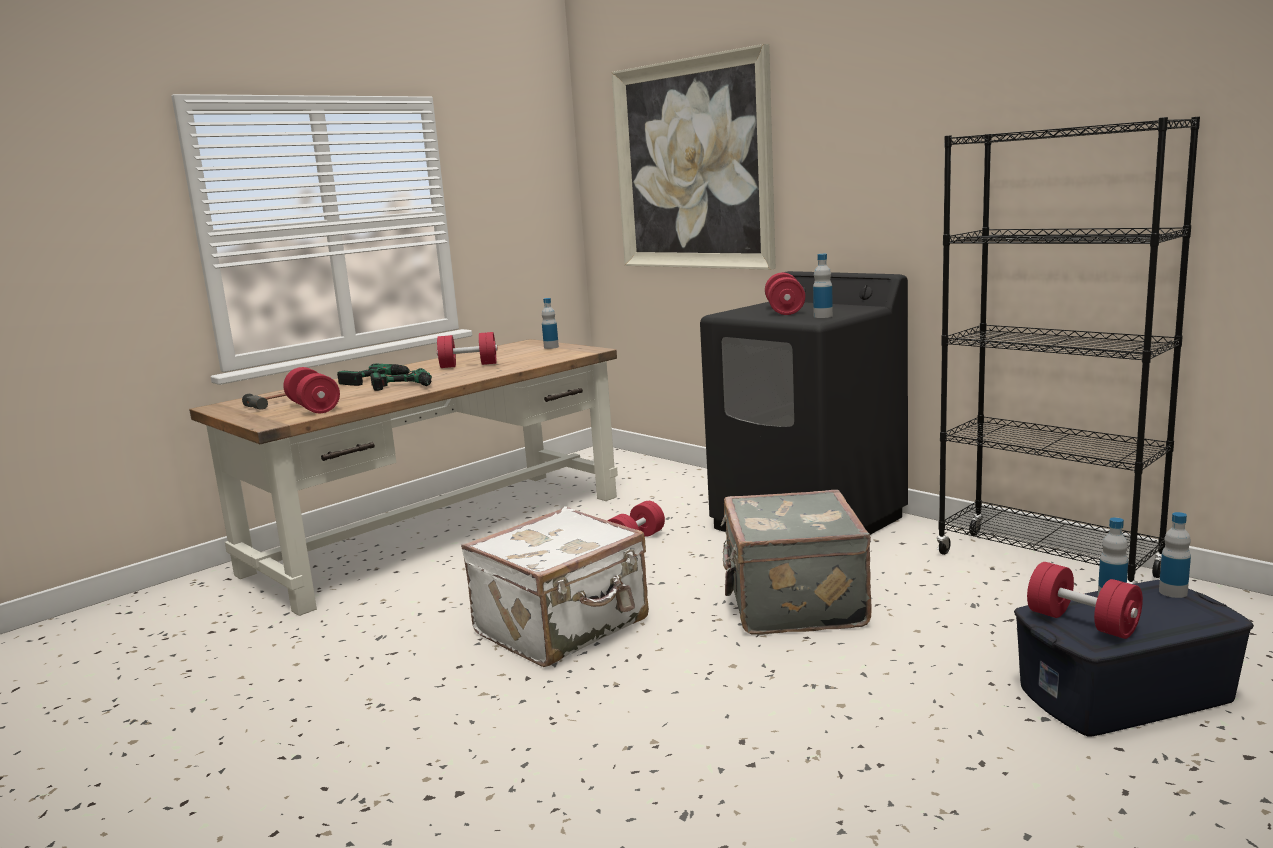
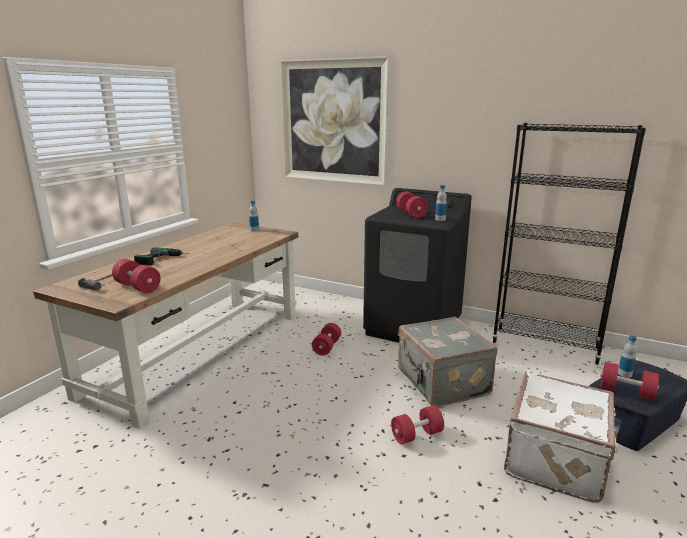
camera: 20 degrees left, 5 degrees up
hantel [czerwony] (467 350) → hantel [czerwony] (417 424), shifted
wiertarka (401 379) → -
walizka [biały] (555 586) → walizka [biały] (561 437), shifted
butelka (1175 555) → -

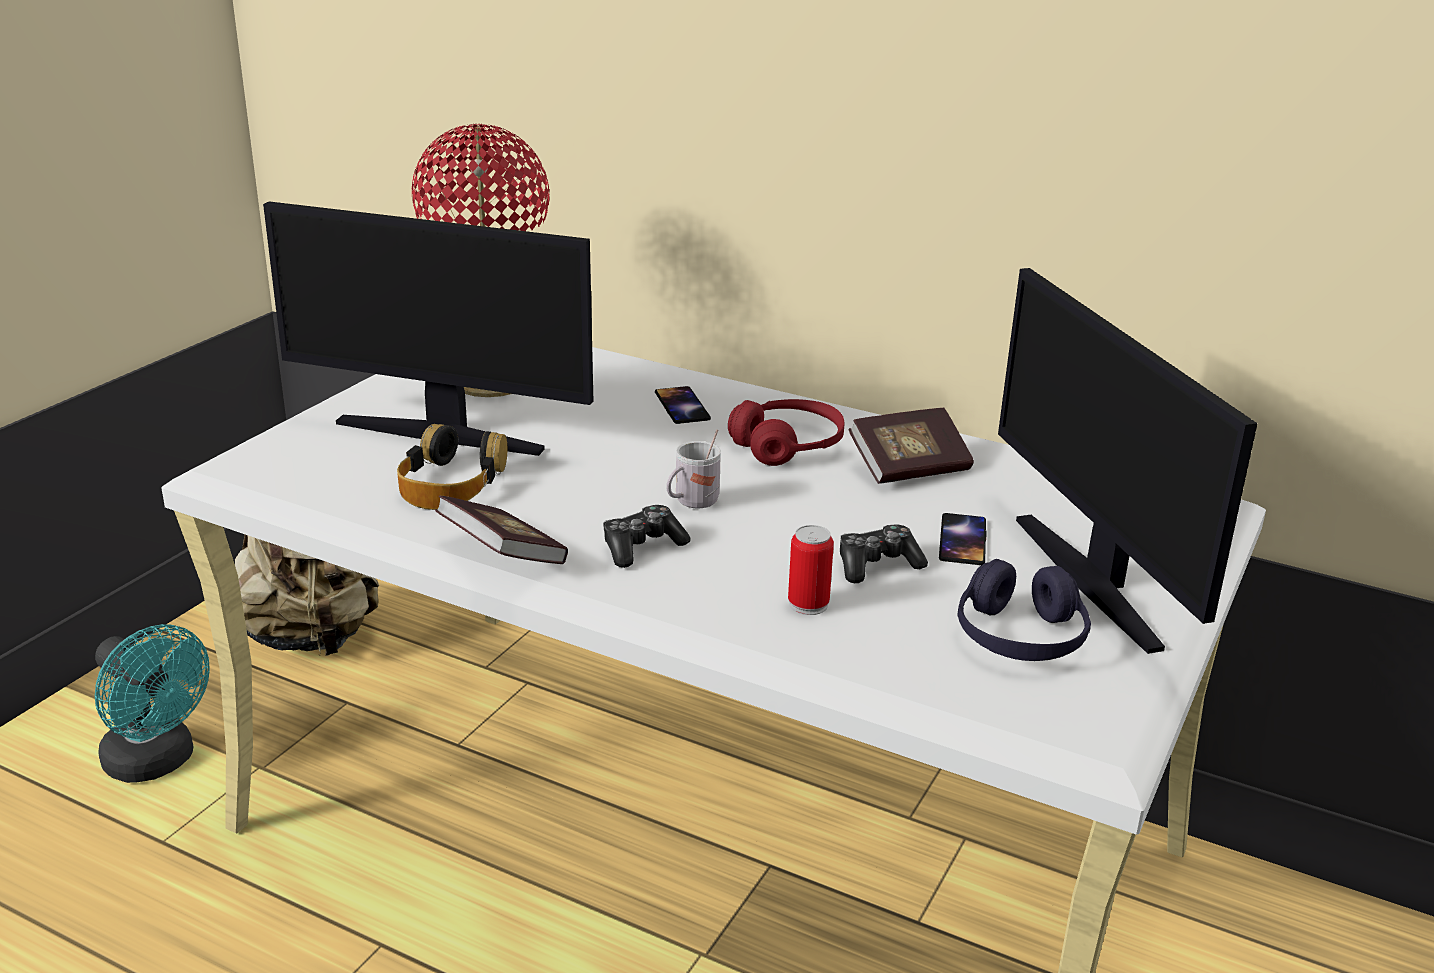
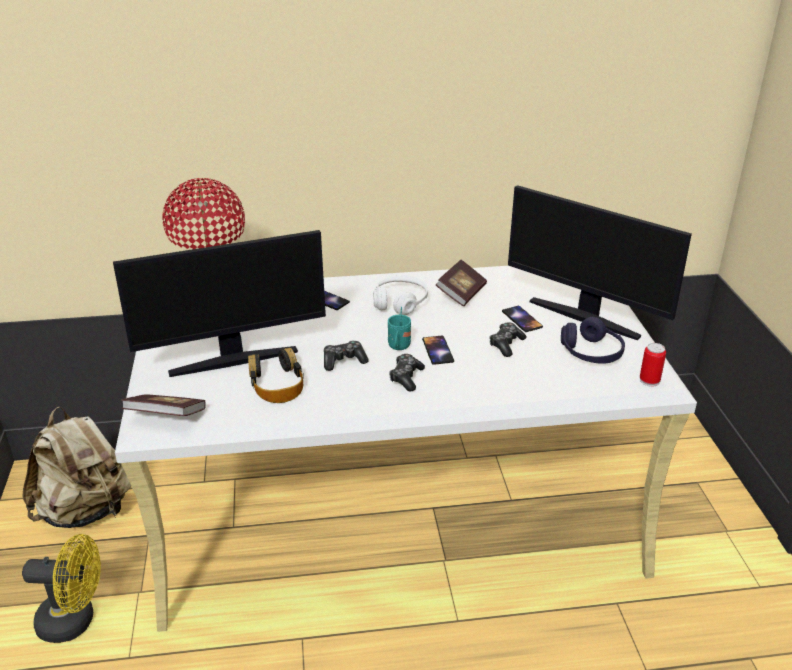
camera: 35 degrees left, 5 degrees up
słuchawki [czerwony] (786 432) → słuchawki [biały] (400 295)
kubek [biały] (693 468) → kubek [turkusowy] (399 328)
książka (501 530) → książka (163 405), shifted
puszka (811 570) → puszka (653 365), shifted
wentylator [turkusowy] (152 703) → wentylator [żółty] (61 588)
- → telefon (438 350)
- → pad do gier (346 356)

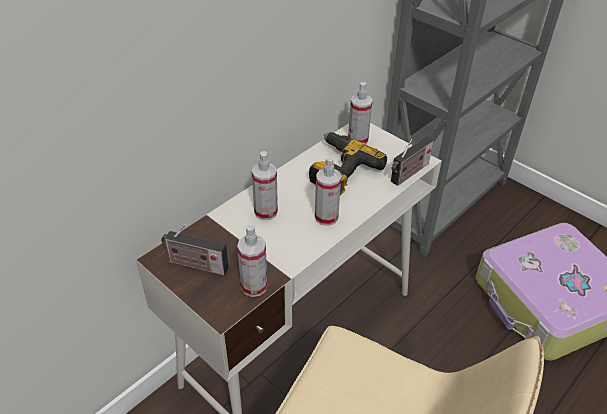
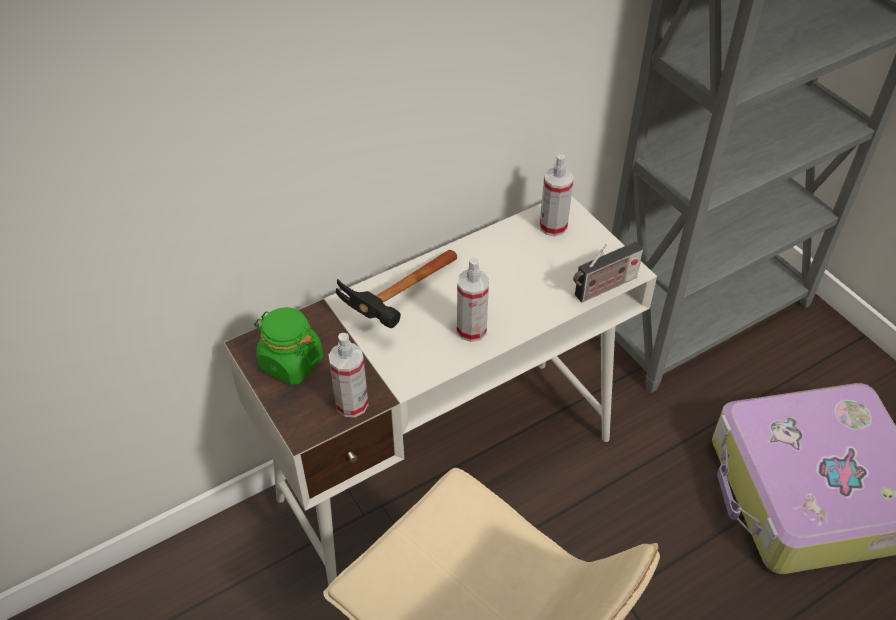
camera: 15 degrees right, 5 degrees up
wiertarka (348 163) → -
spryskiwacz (265 185) → młotek (396 289)
radio (195 250) → słoik [zielony] (288 346)

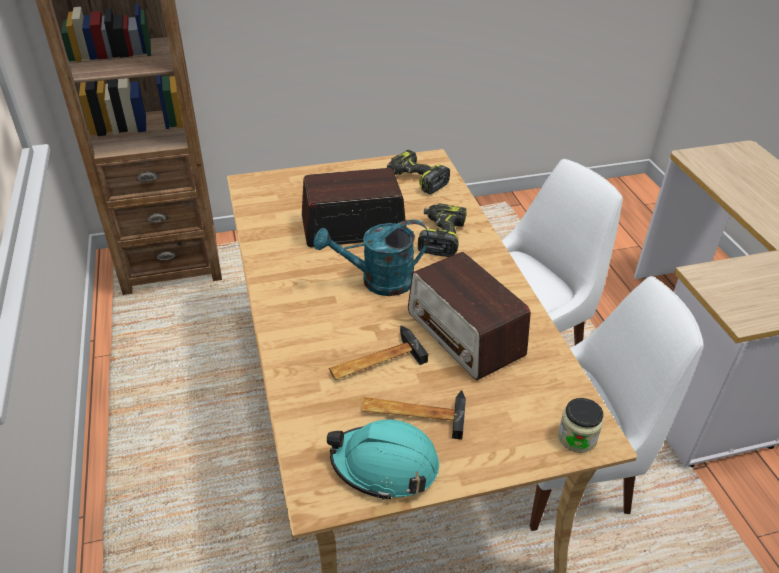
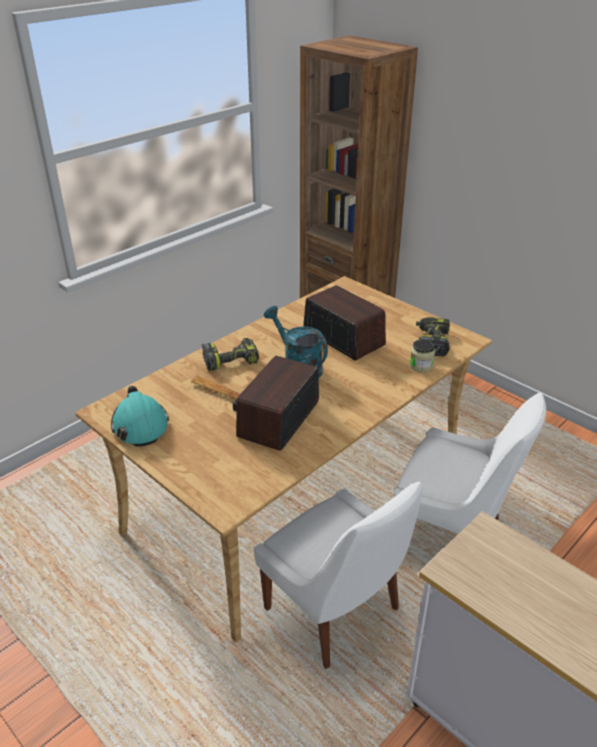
camera: 60 degrees right, 5 degrees down
wiertarka (442 230) → wiertarka (230 354), shifted
młotek (414 415) → -
słoik (580 425) → słoik (422 355), shifted

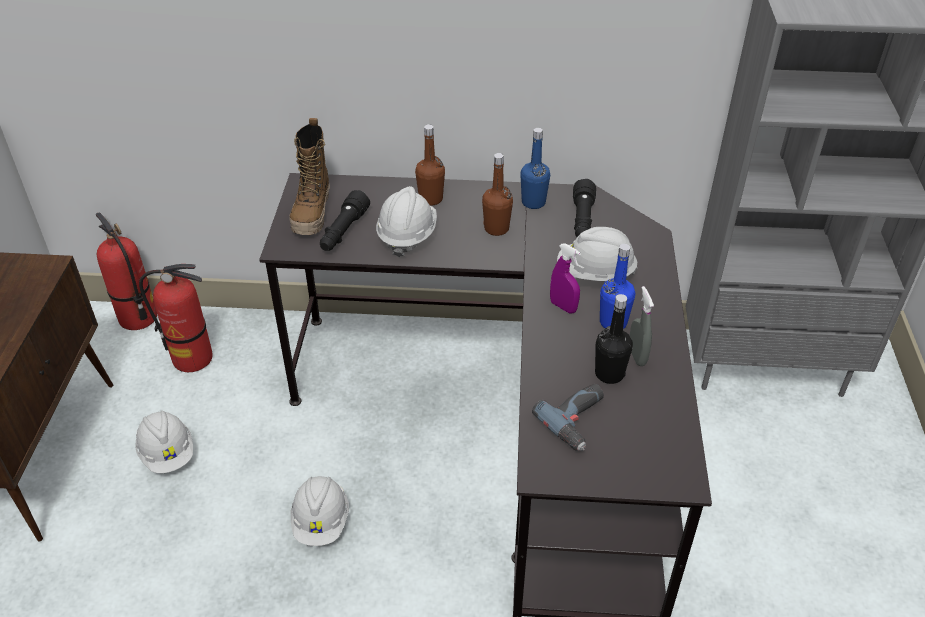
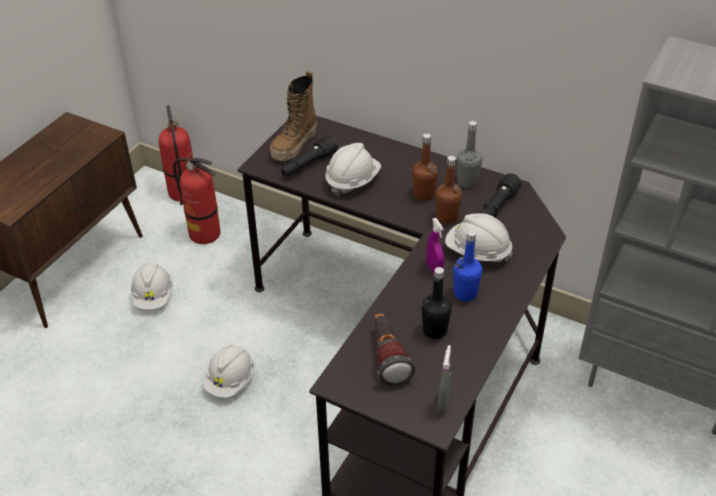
camera: 25 degrees right, 0 degrees up
butelka [brązowy] (430 164) → butelka [brązowy] (449 190), shifted
butelka [niebieski] (535 168) → butelka [szary] (469 154)
spryskiwacz [szary] (642 326) → spryskiwacz [szary] (444 379), shifted
wiertarka (568 417) → latarka (394 349)

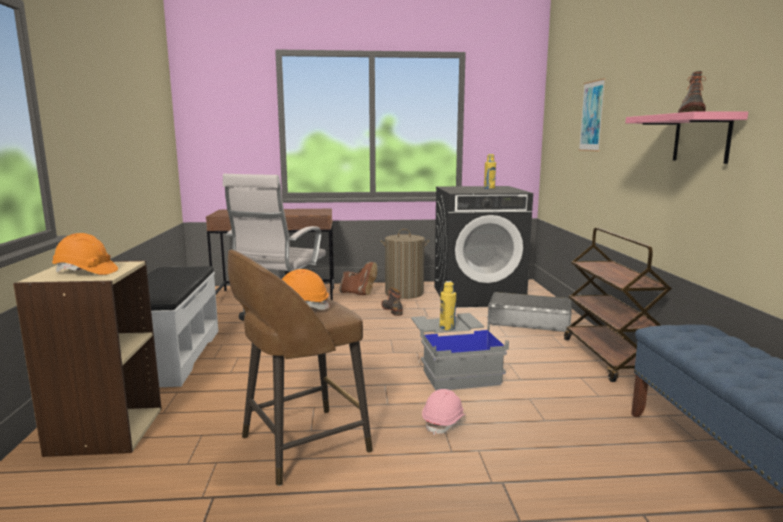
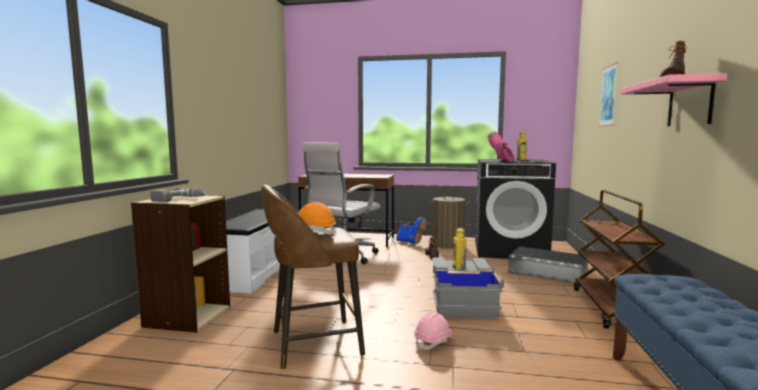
camera: 15 degrees right, 5 degrees down
kask [pomarańczowy] (85 254) → wiertarka (178 194)
but z cholewką [brązowy] (358 278) → but z cholewką [niebieski] (411 230)
- → but z cholewką [różowy] (501 146)

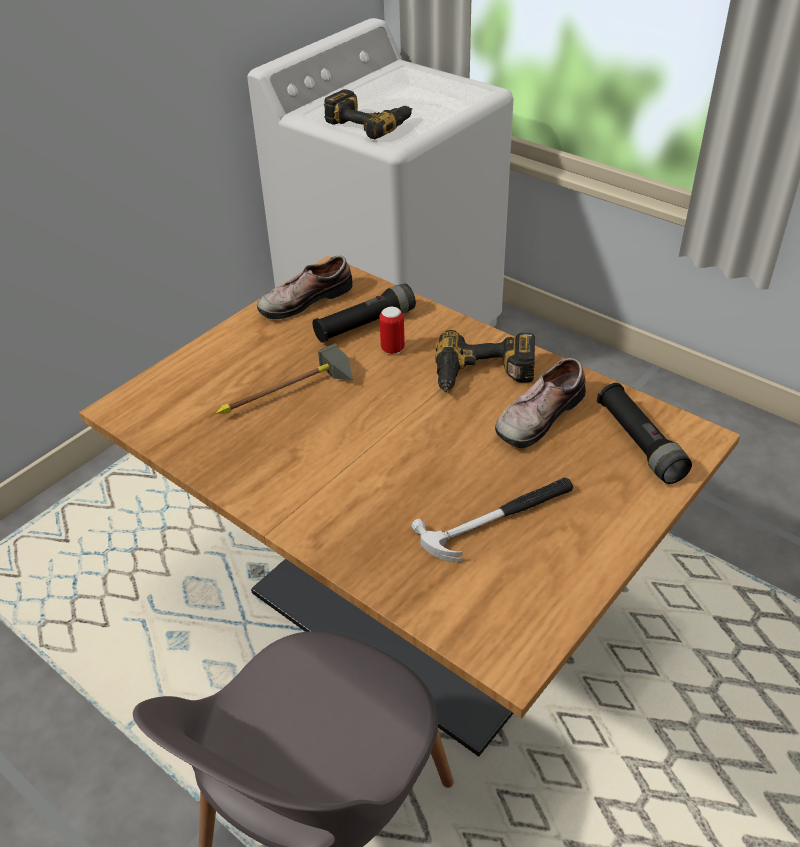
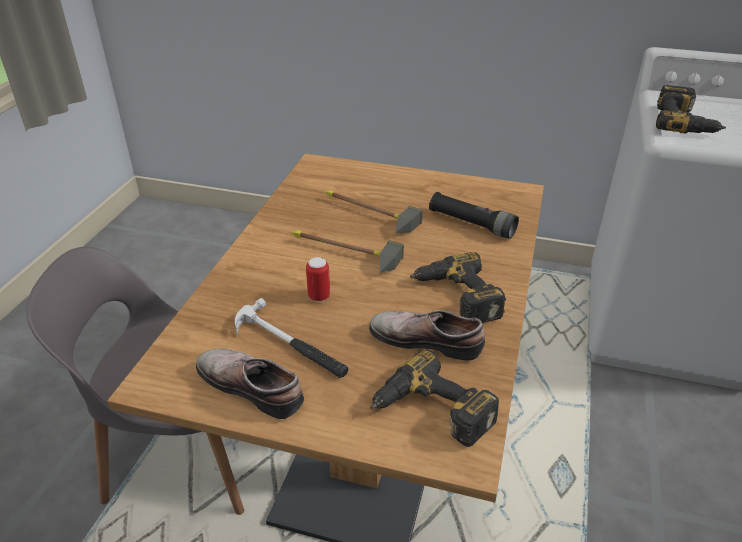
camera: 65 degrees right, 5 degrees down
but (304 287) → but (250 384), shifted
puszka (392 330) → puszka (318 279), shifted
latarka [czarny] (644 433) → wiertarka (434 398)
- → młotek (347 251)

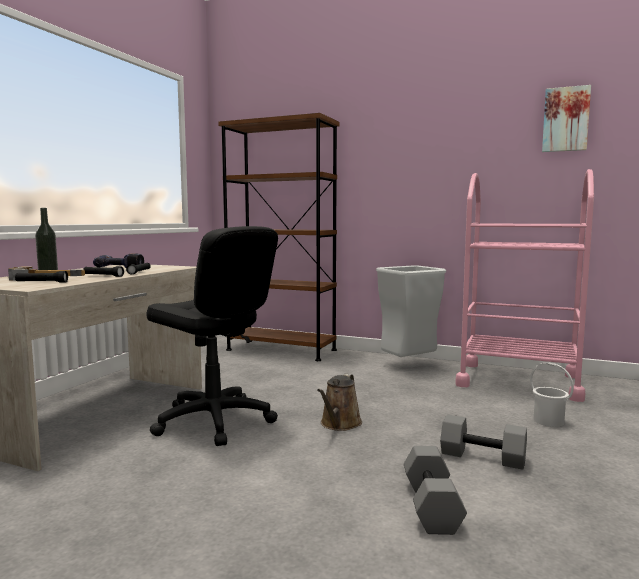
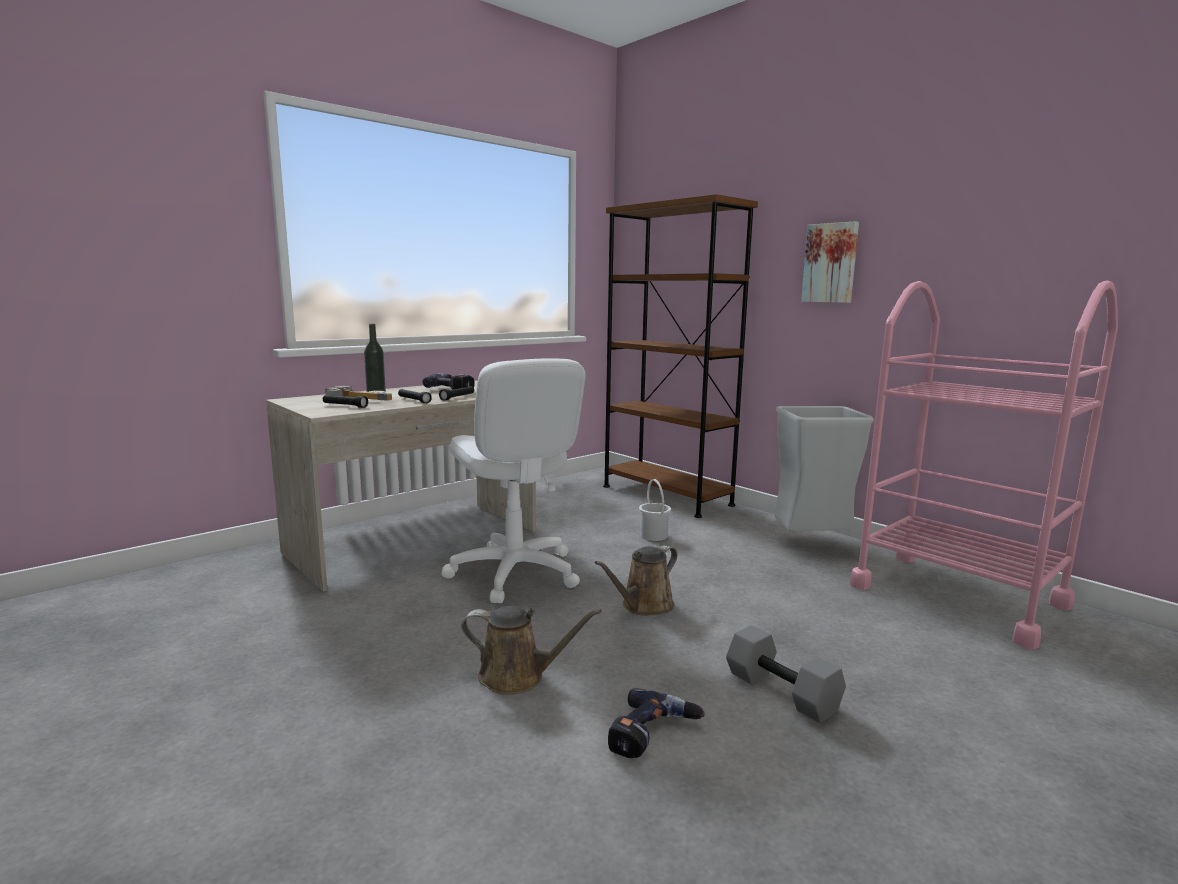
camera: 25 degrees right, 5 degrees up
obraz (566 118) → obraz (830 262), shifted
krzesło biurowe [czarny] (212 336) → krzesło biurowe [biały] (514 481)
wiadro [biały] (552 395) → wiadro [biały] (655 510), shifted
hantel [szary] (435 490) → wiertarka (656 723)
- → konewka [brązowy] (531 650)

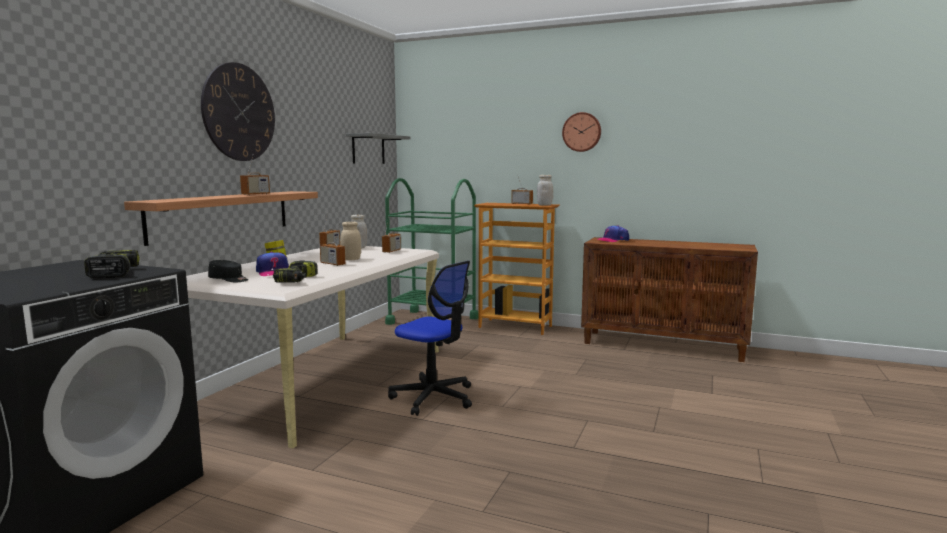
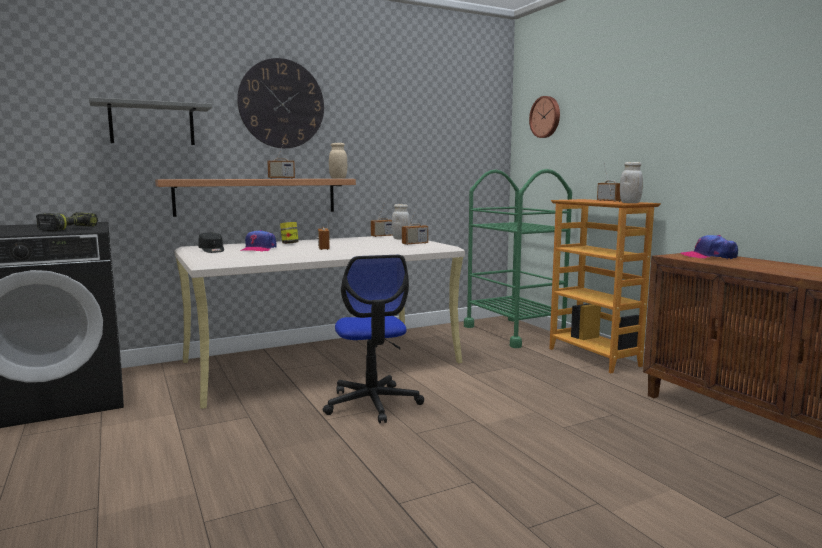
camera: 40 degrees right, 0 degrees up
zegar ścienny (581 132) → zegar ścienny (544 117), shifted
półka [szary] (378 148) → półka [szary] (151 121), shifted
słoik [beżowy] (350 240) → słoik [beżowy] (338 161), shifted
wiertarka (295 271) → -

